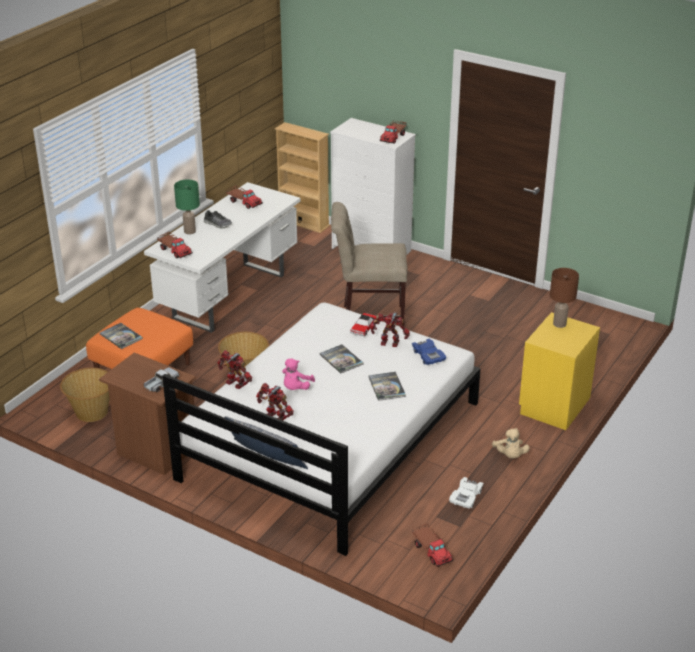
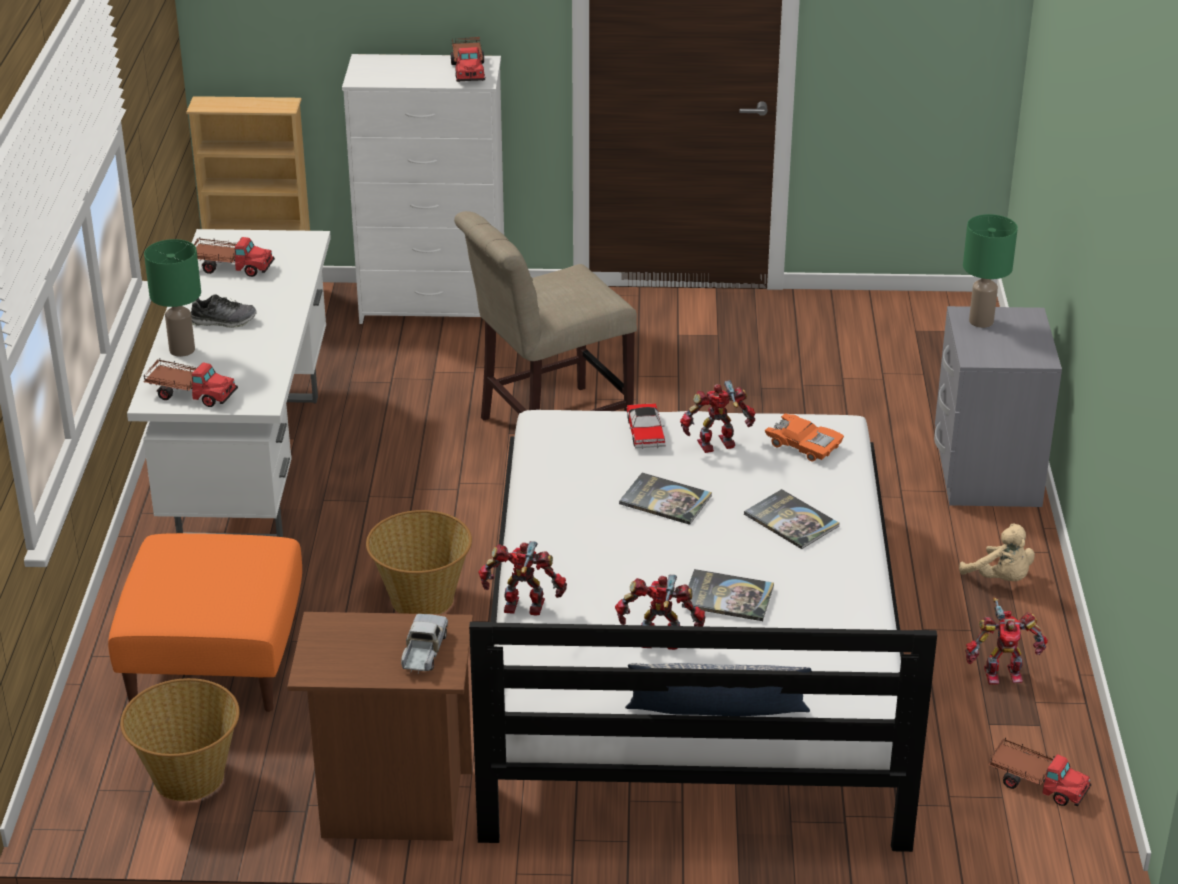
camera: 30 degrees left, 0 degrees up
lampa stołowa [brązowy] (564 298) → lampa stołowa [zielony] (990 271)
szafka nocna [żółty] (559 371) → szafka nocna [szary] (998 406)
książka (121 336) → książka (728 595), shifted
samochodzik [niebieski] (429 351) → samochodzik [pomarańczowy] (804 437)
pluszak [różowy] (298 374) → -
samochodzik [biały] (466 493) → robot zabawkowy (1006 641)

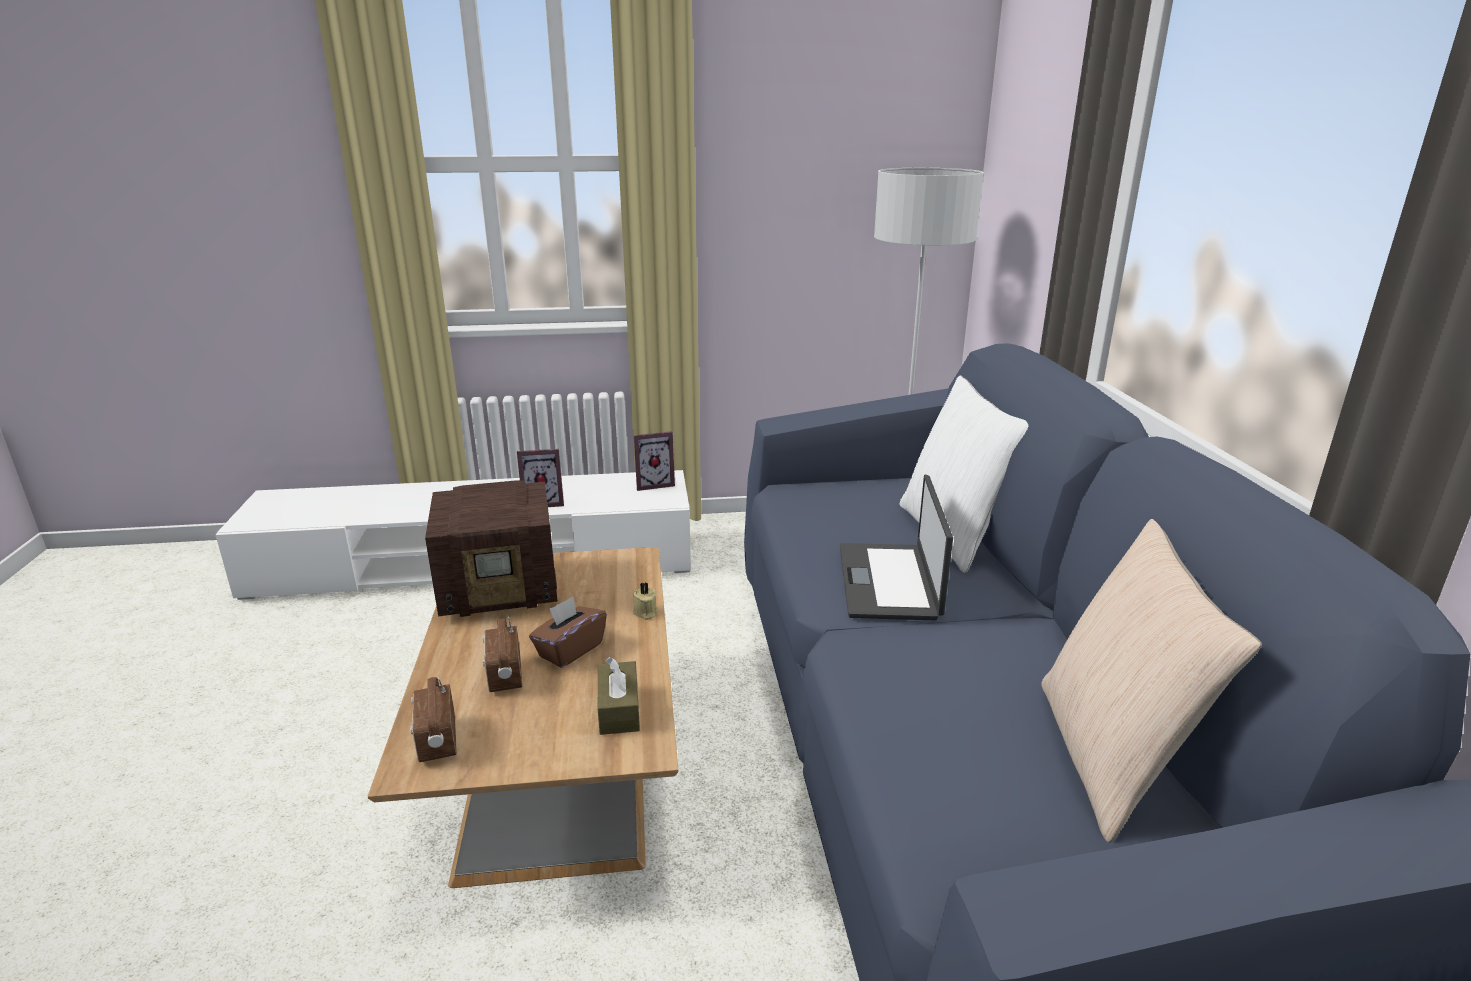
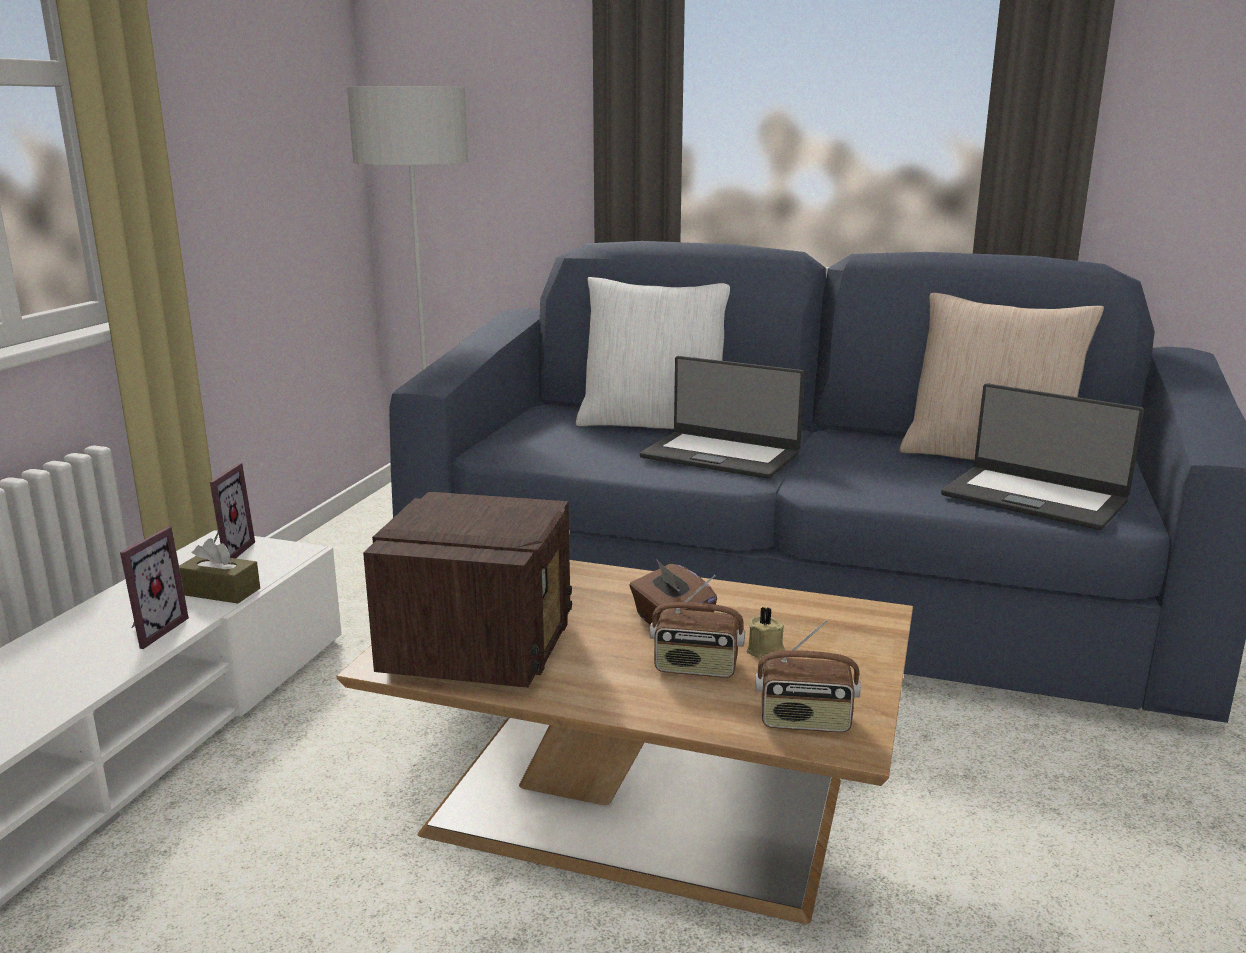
camera: 65 degrees left, 5 degrees down
świeca [beżowy] (645 601) → świeca [beżowy] (766 633), shifted
pudełko chusteczek [brązowy] (619 696) → pudełko chusteczek [brązowy] (219 571), shifted
- → laptop (1042 456)

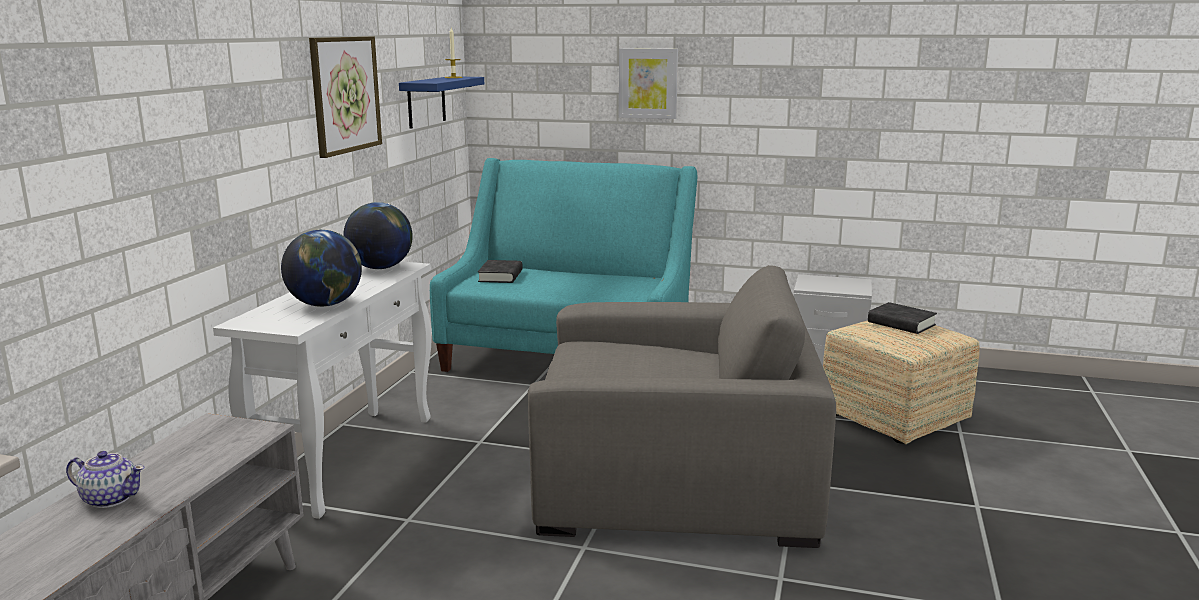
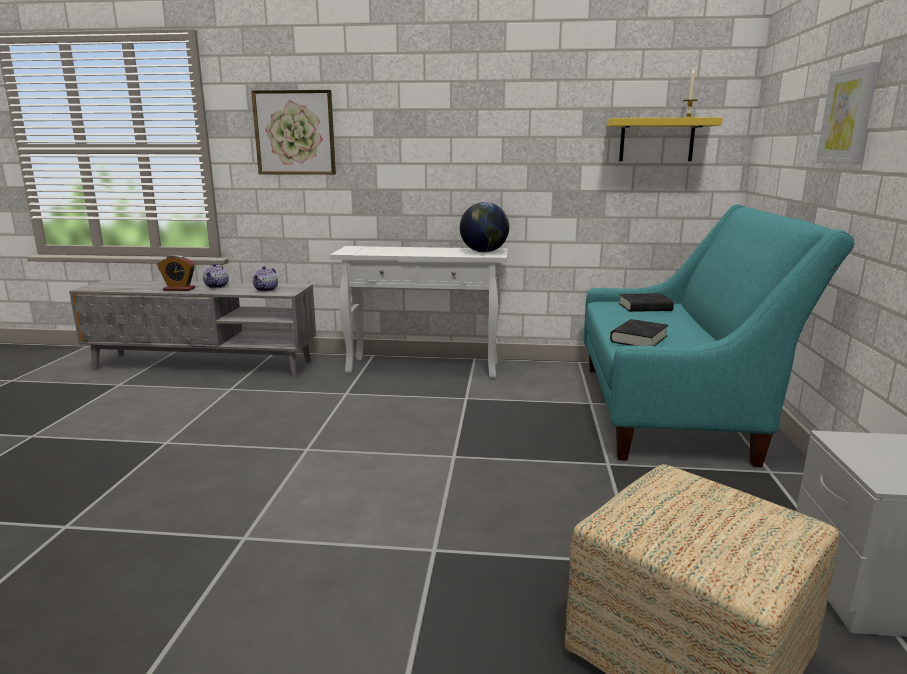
camera: 80 degrees right, 0 degrees up
obraz (345 97) → obraz (293 132), shifted
półka [niebieski] (441 102) → półka [żółty] (665 139)
globus (321 268) → -
fotel [szary] (682 406) → -
książka [czarny] (902 318) → książka [czarny] (639 332), shifted
- → budzik (176 273)
- → imbryk (265 279)

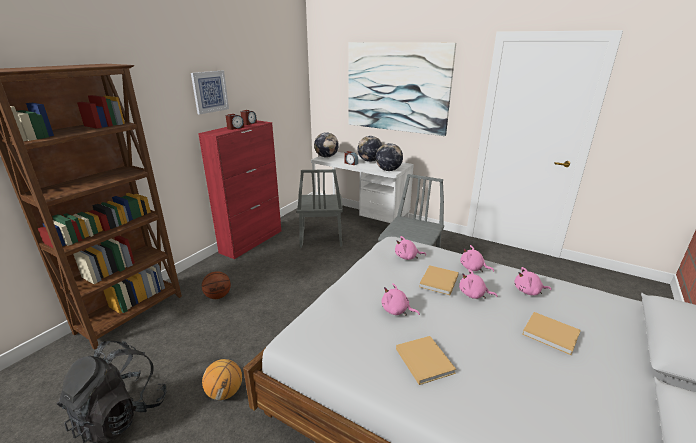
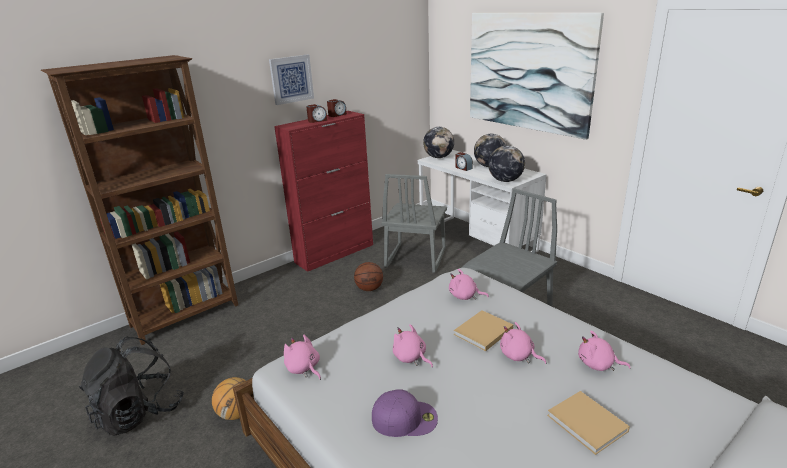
camera: 20 degrees right, 0 degrees up
pluszak [różowy] (477 258) → pluszak [różowy] (302 357), shifted
piłka do koszykówki (216 285) → piłka do koszykówki (368 276), shifted
książka [beżowy] (426 360) → czapka z daszkiem [fioletowy] (405 413)

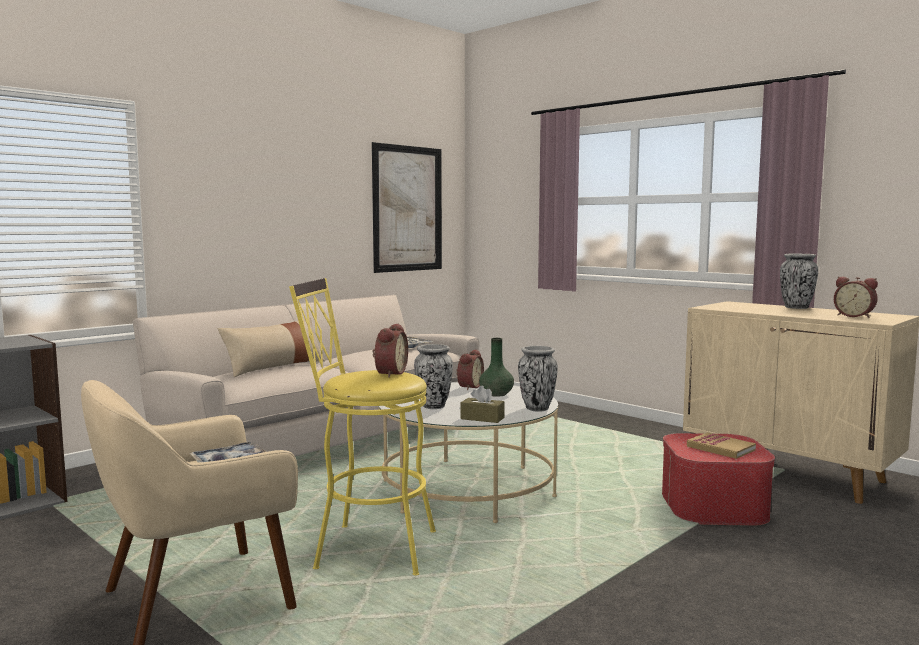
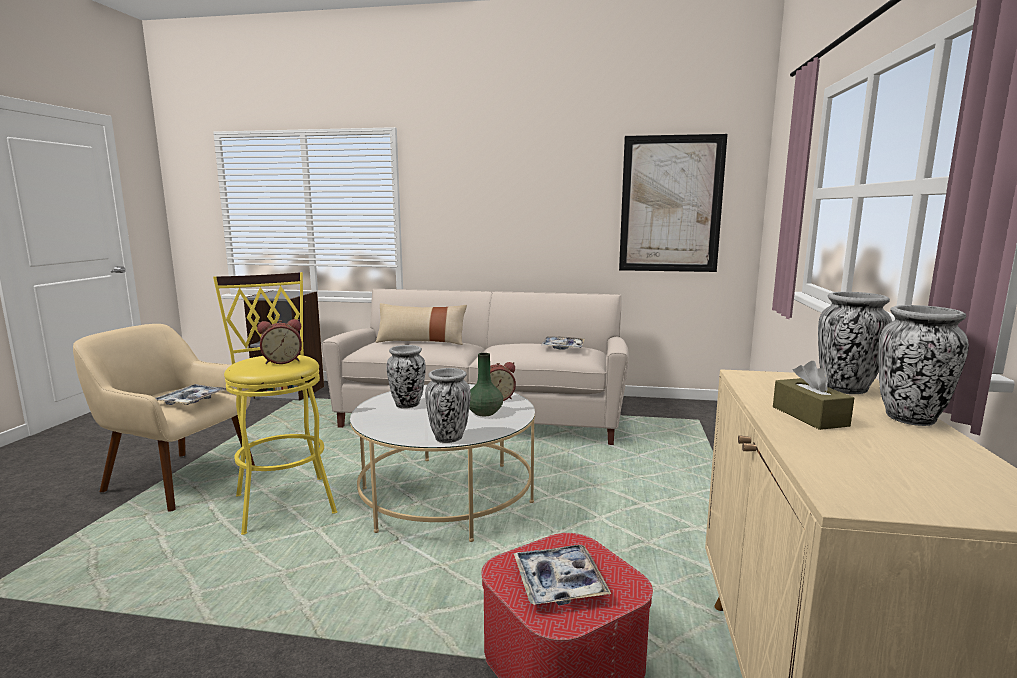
camera: 55 degrees right, 5 degrees up
budzik (856 297) → -
pudełko chusteczek [brązowy] (483 404) → pudełko chusteczek [brązowy] (813 395), shifted
książka (721 446) → taca (562 575)
- → wazon (855 343)

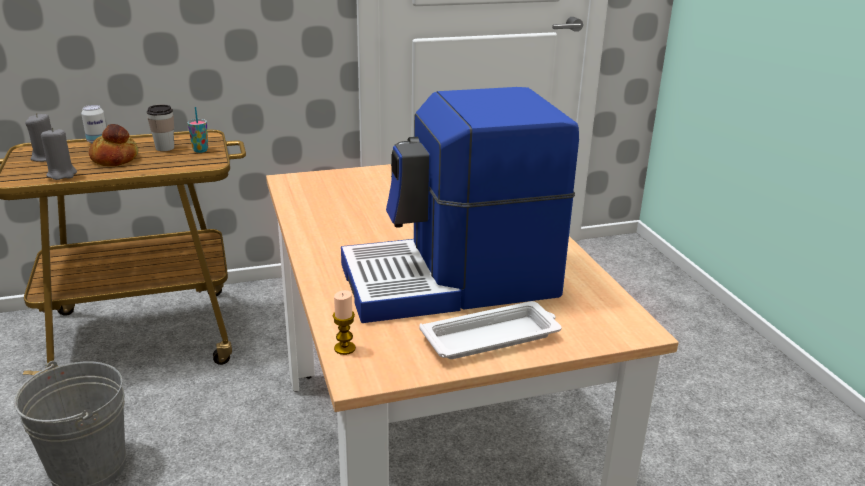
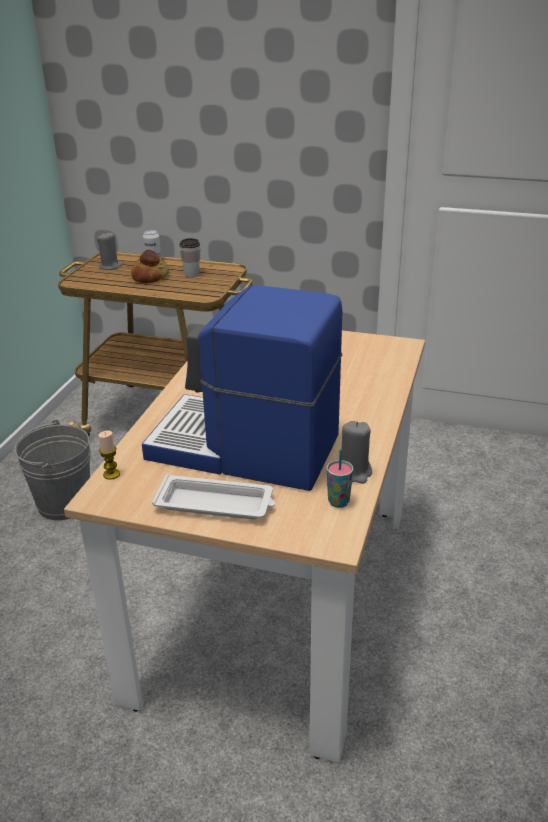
camera: 35 degrees right, 5 degrees up
filiżanka (198 130) → filiżanka (340 478), shifted
świeca [szary] (59 153) → świeca [szary] (356 452), shifted

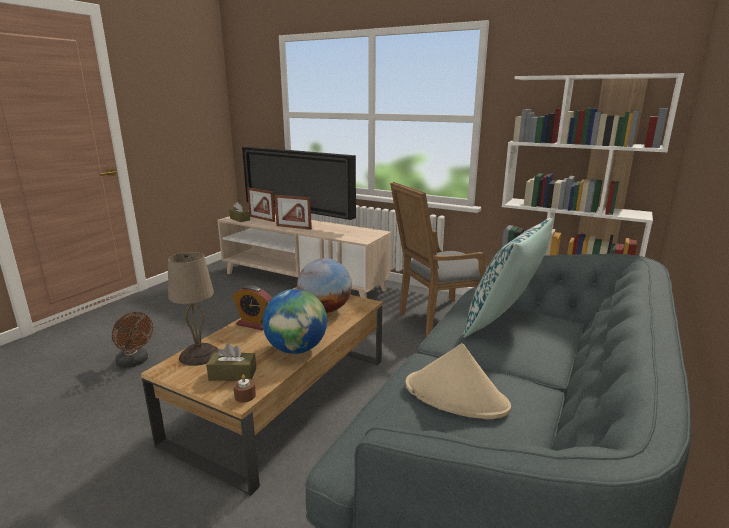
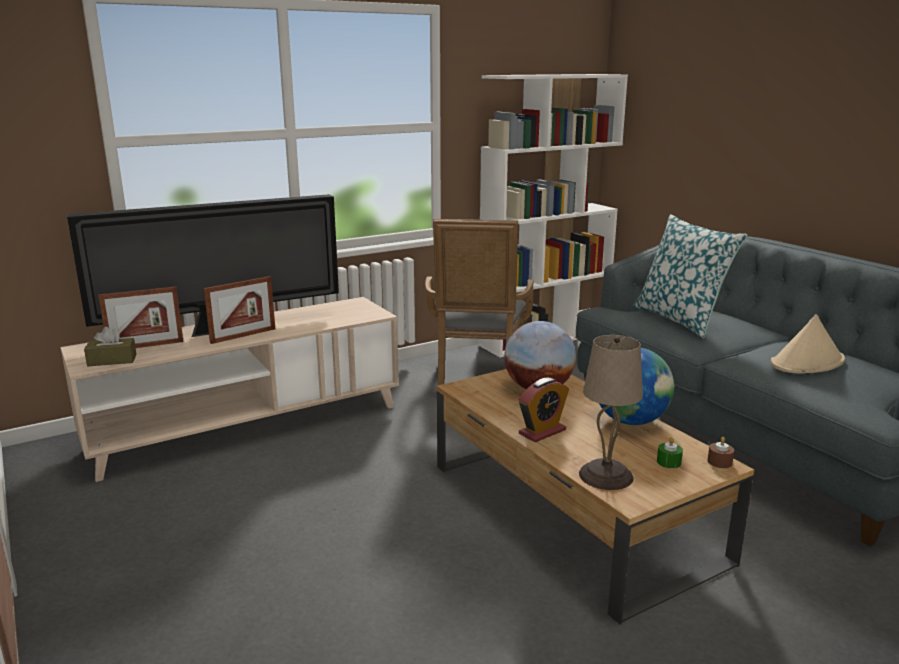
camera: 60 degrees left, 0 degrees up
wentylator [brązowy] (132 340) → -
pudełko chusteczek [brązowy] (231 362) → świeca [zielony] (670 452)

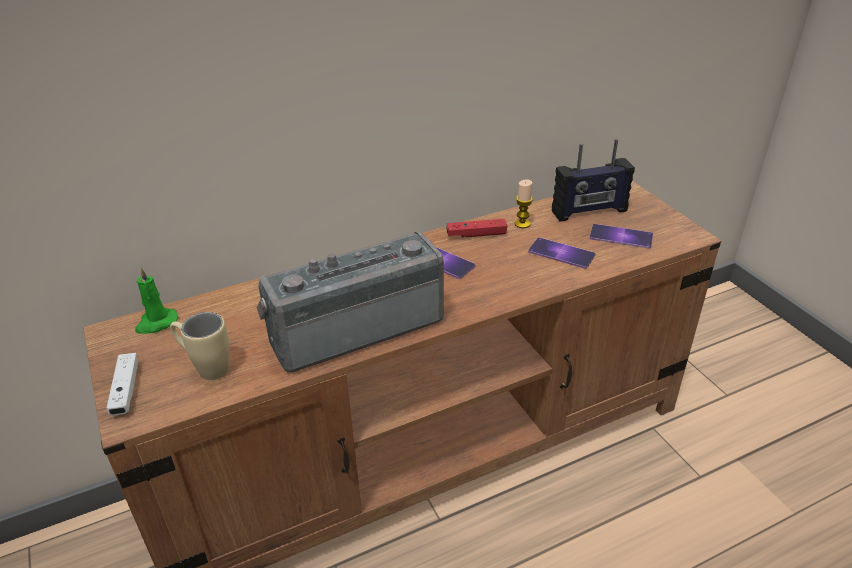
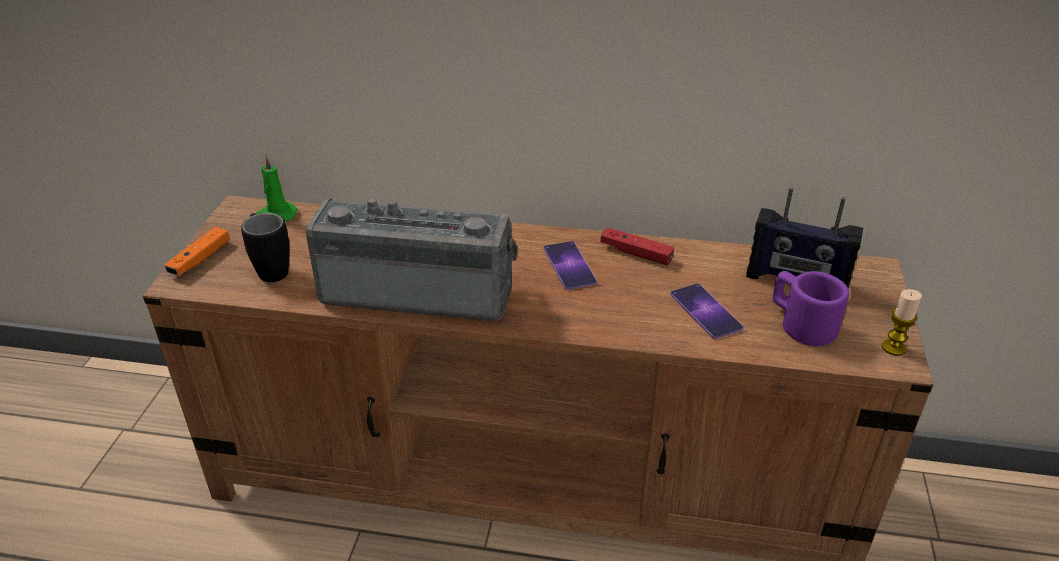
camera: 35 degrees right, 0 degrees up
świeca (523 203) → świeca (901 322), shifted
telefon (621 236) → kubek [fioletowy] (811 308)
kubek [beżowy] (200 346) → kubek [czarny] (265 247)
pad do gier [biały] (122 384) → pad do gier [pomarańczowy] (197 251)

